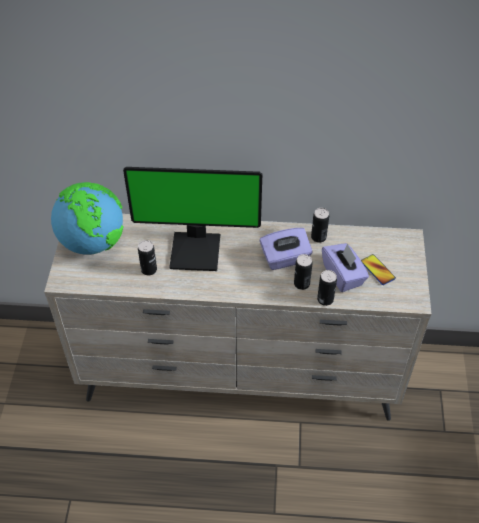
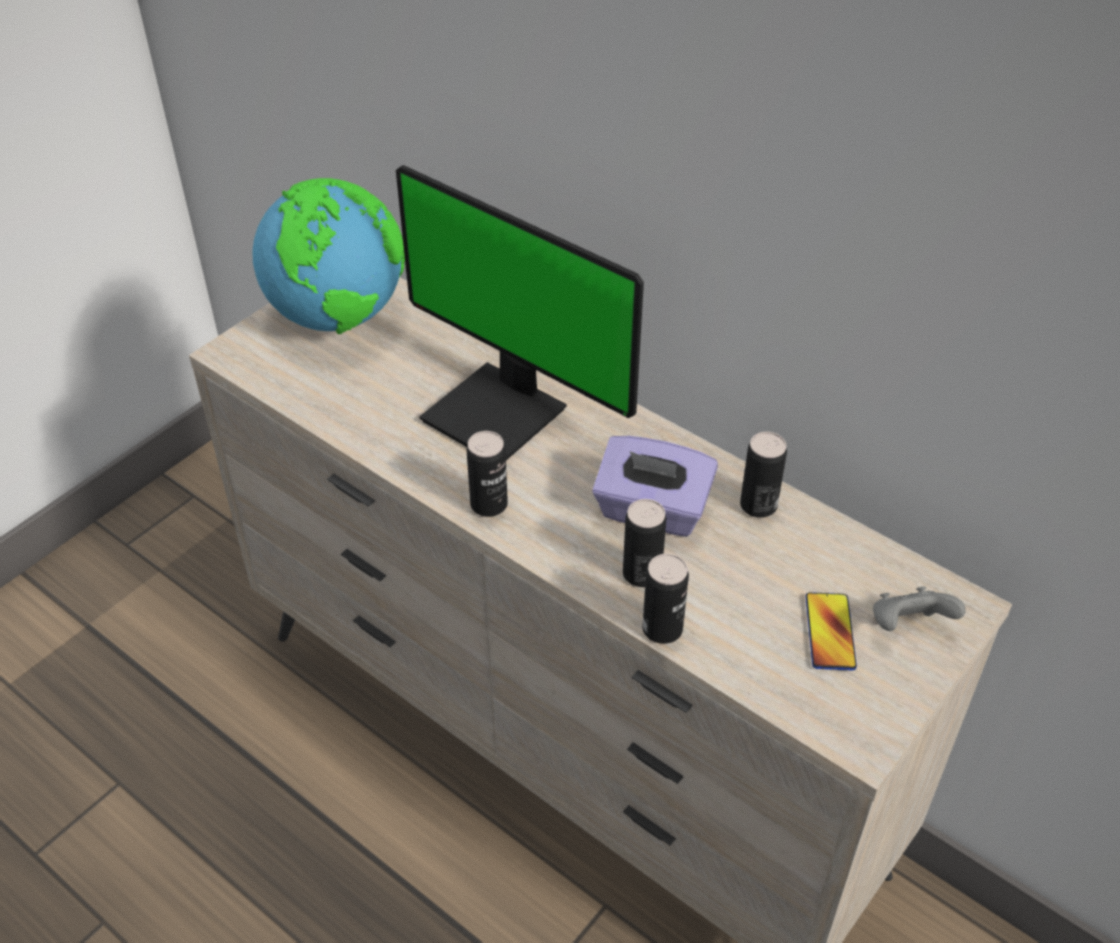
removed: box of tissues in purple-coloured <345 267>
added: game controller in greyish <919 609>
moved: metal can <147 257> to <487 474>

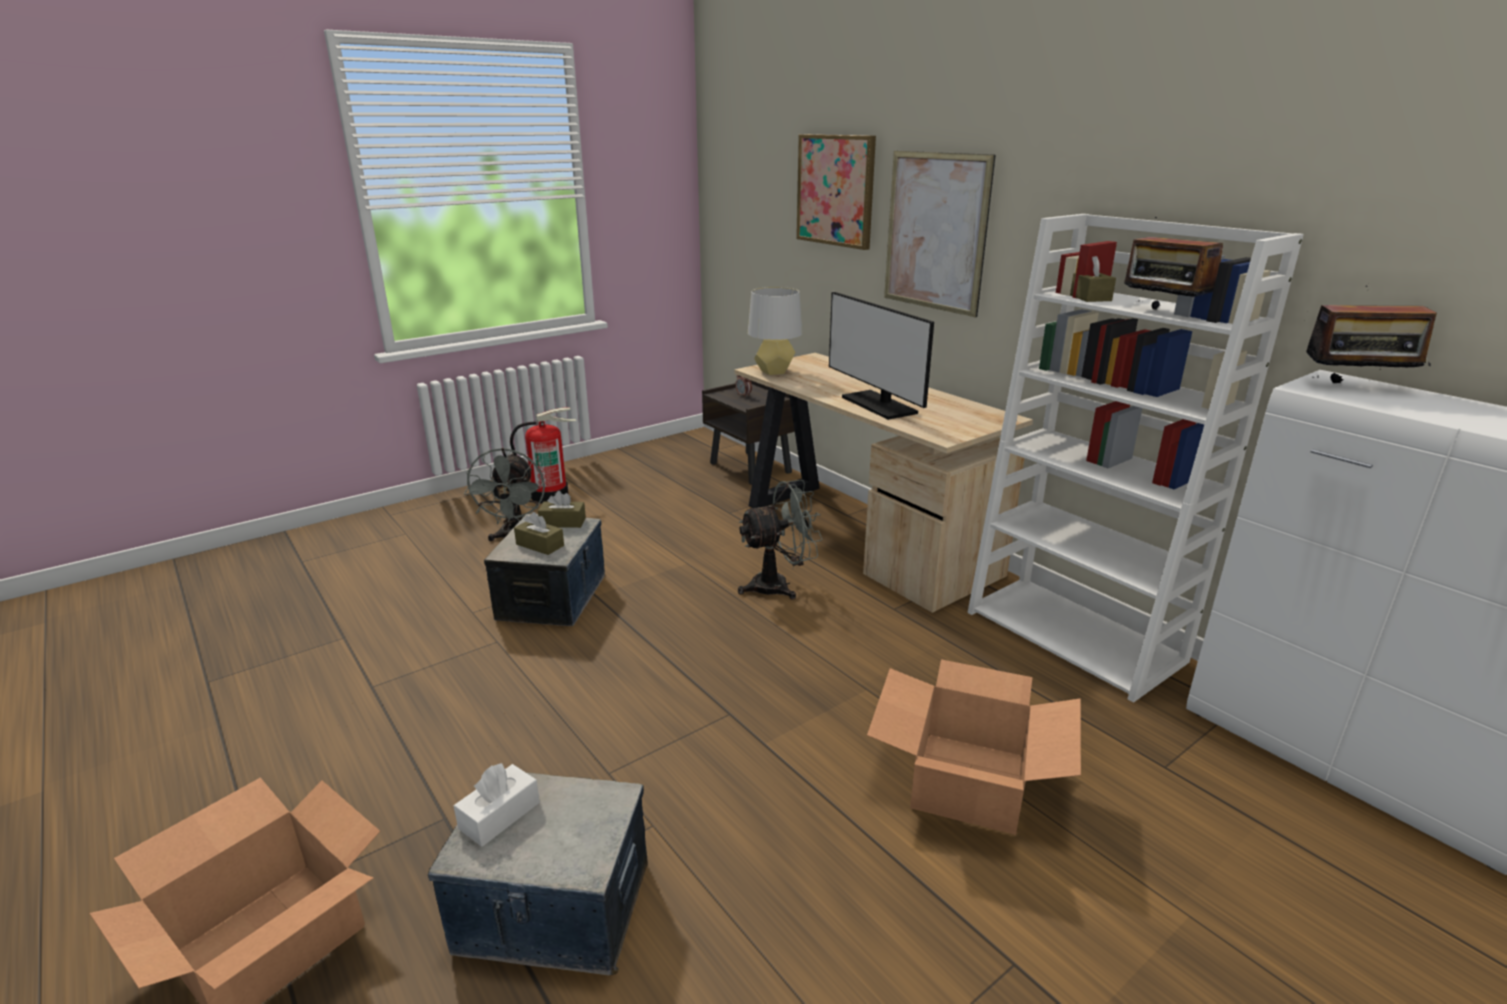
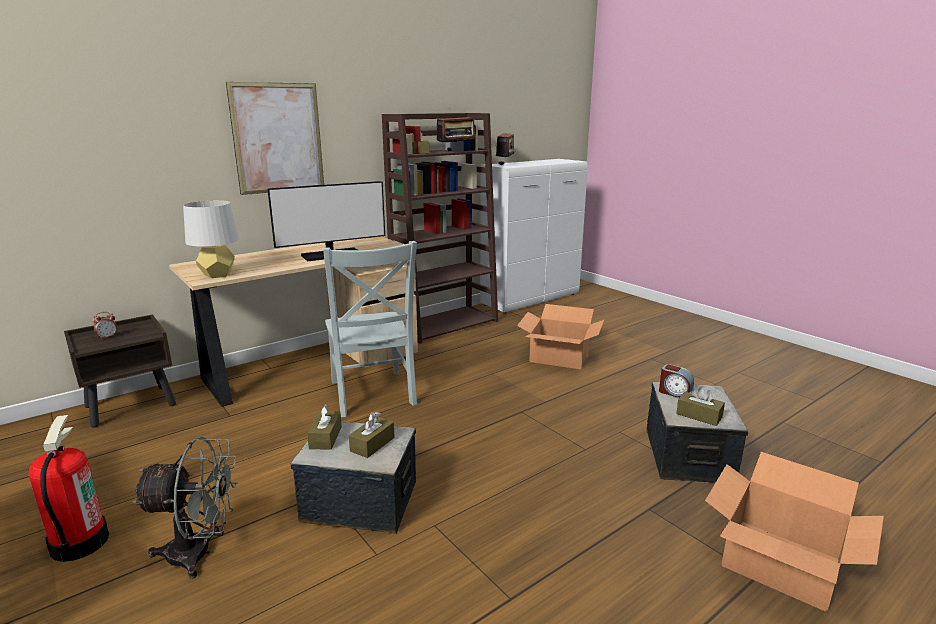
removed: wall picture <836 192>
added: alarm clock <676 381>
replaced: cooling fan in greyish <780 540> to plain chair in greyish <370 329>
recoloured: shelving unit in white-coloured <1135 458> to shelving unit in brown-coloured <440 228>; box of tissues in white-coloured <497 805> to box of tissues in brown-coloured <700 406>

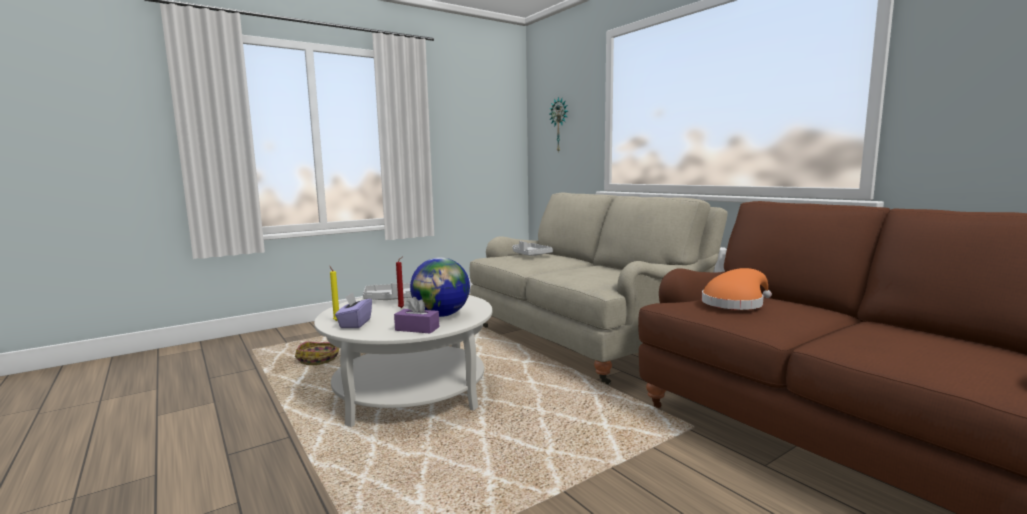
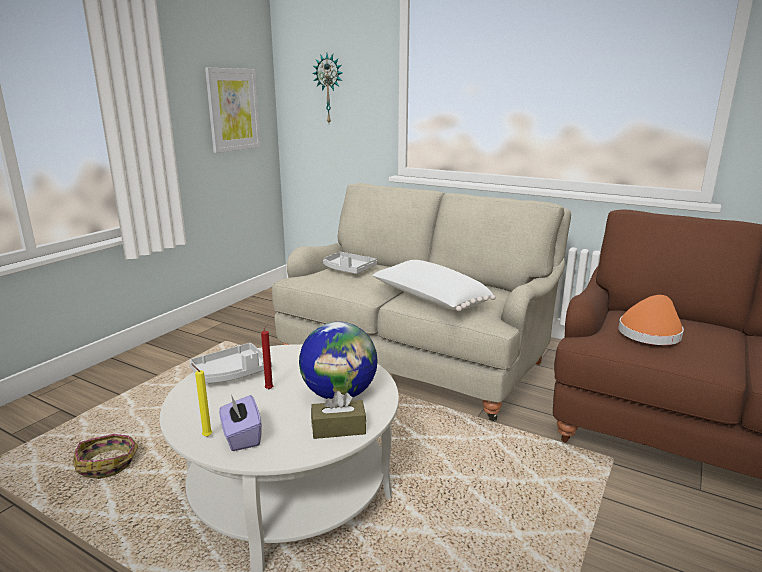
added: wall picture <233 110>; cushion in white-coloured <434 285>
recoloured: box of tissues in purple-coloured <416 315> to box of tissues in brown-coloured <338 415>

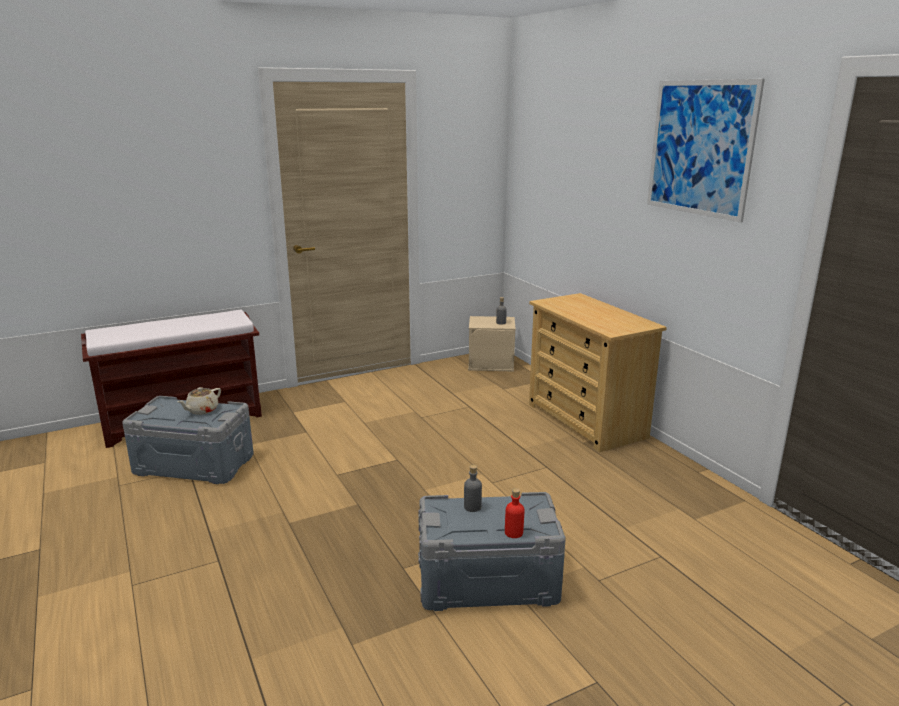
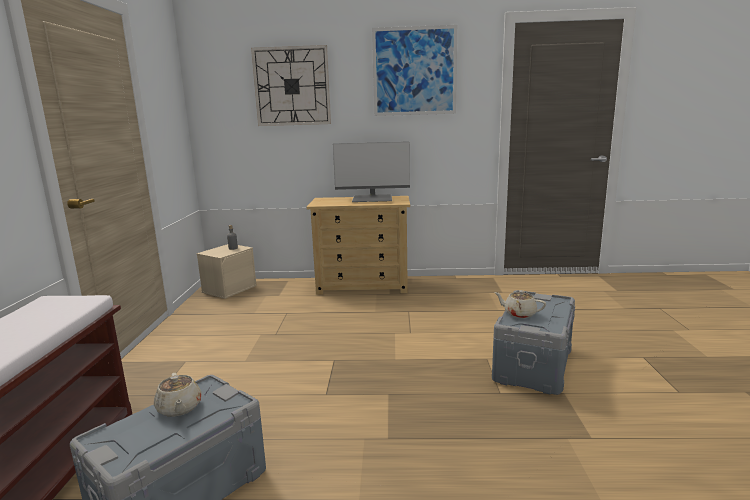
removed: drink bottle in red-coloured <514 513>
added: hanging clock <291 85>; computer screen <371 172>
replaced: drink bottle in greyish <473 488> to teapot in beige <520 304>

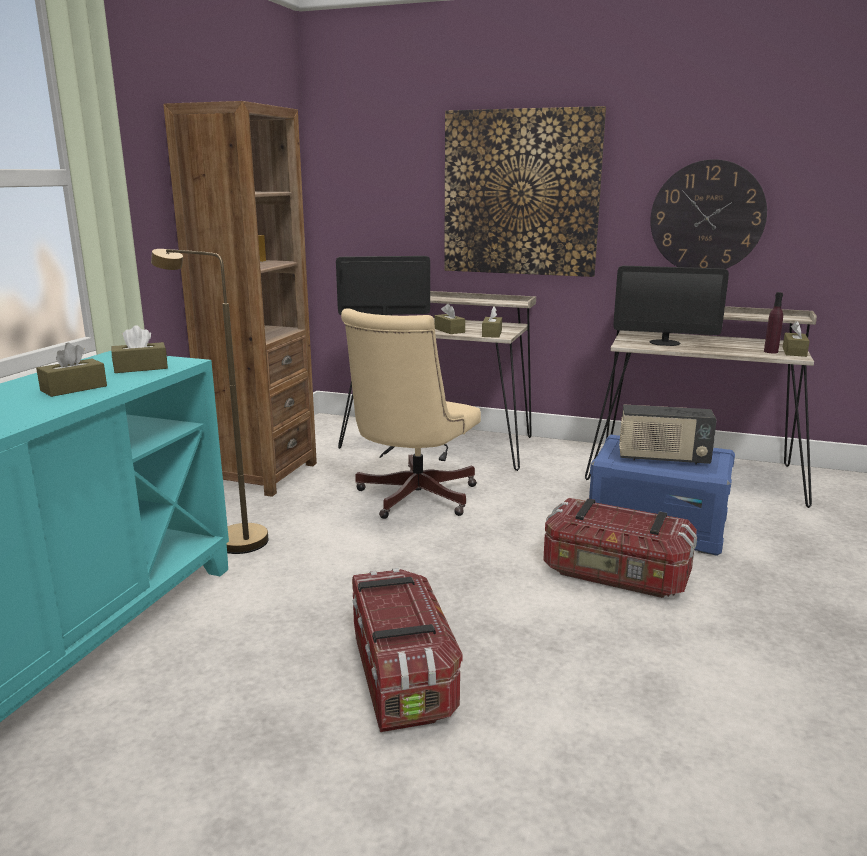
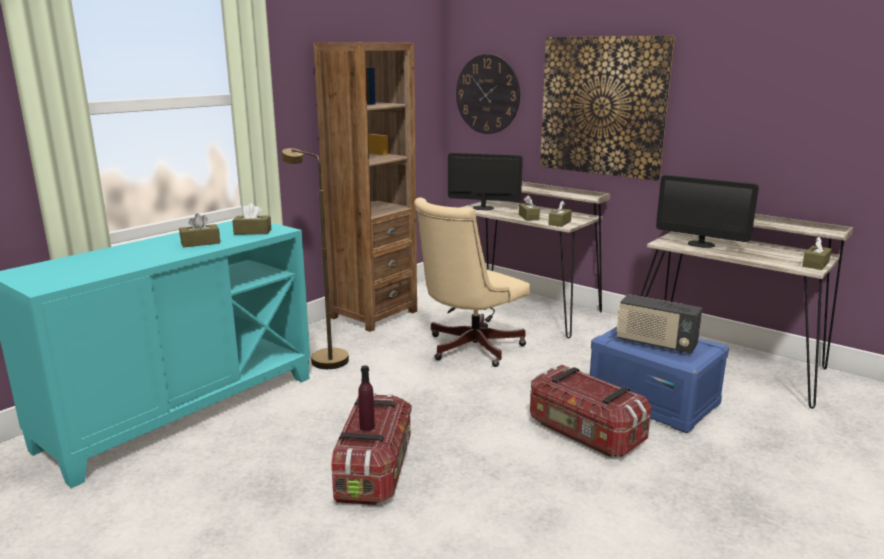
moved: drink bottle in purple-coloured <773 322> to <366 398>; hanging clock <708 214> to <488 94>

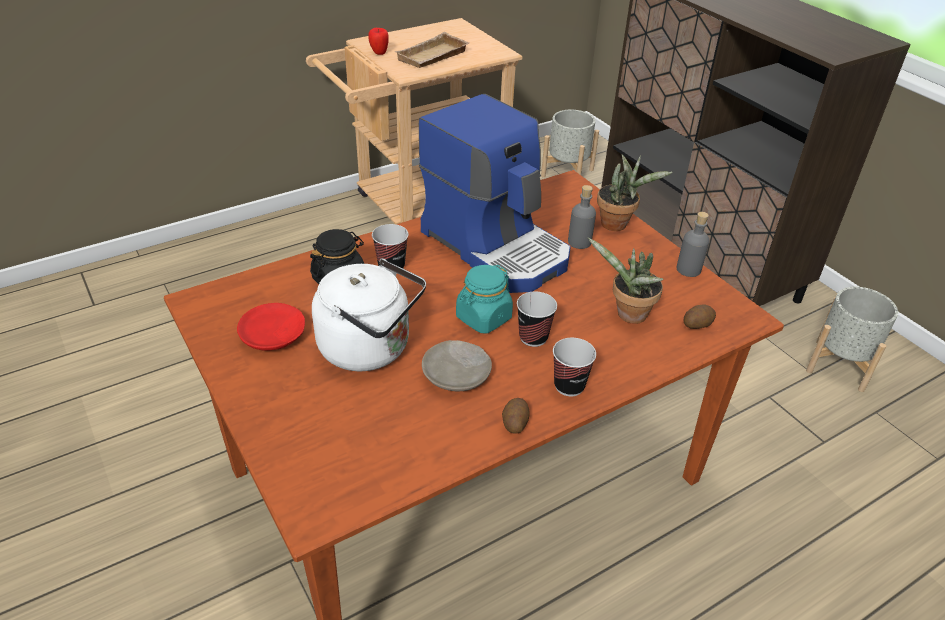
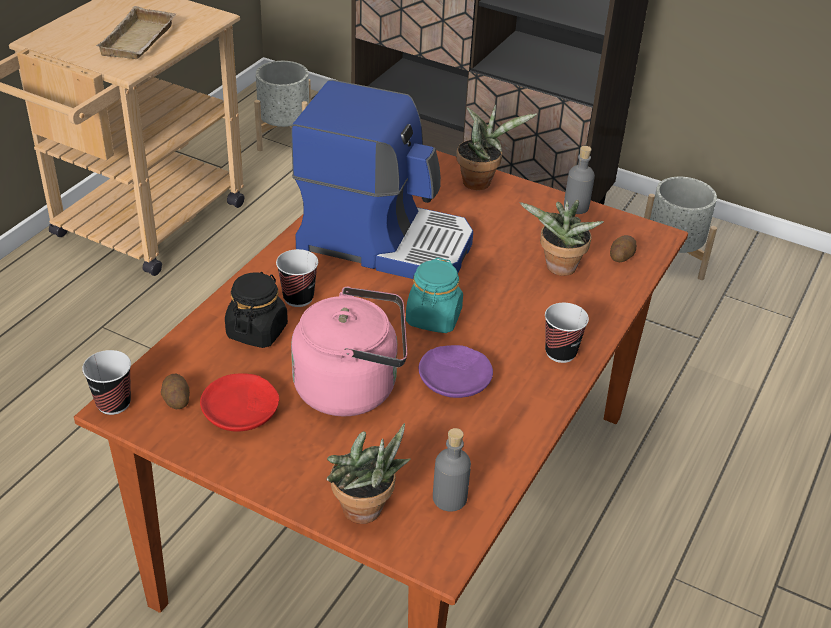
removed: apple <378 41>
added: plant in a pot <368 473>
moved: cup <537 319> to <106 382>; spud <515 416> to <175 391>; drink bottle in greyish <582 217> to <452 469>
recoloured: kettle in white-coloured <369 314> to kettle in pink <349 351>; dinner plate in beige <457 365> to dinner plate in purple-coloured <456 371>

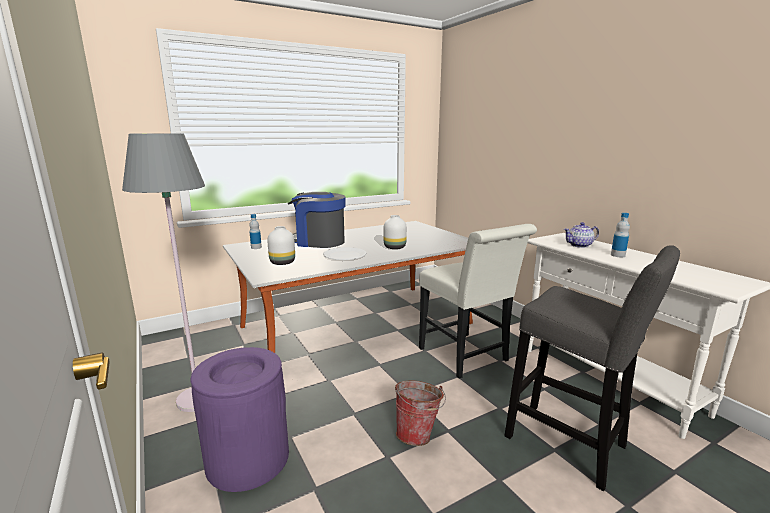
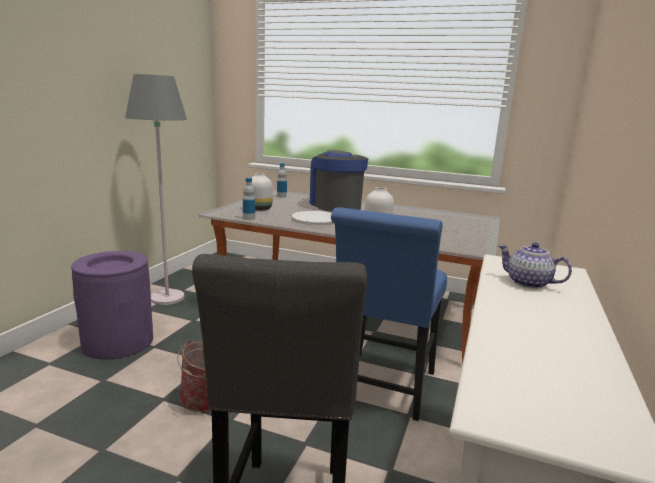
moved: drink bottle <620 235> to <249 199>
recoloured: plain chair in white-coloured <478 301> to plain chair in bluish <389 314>

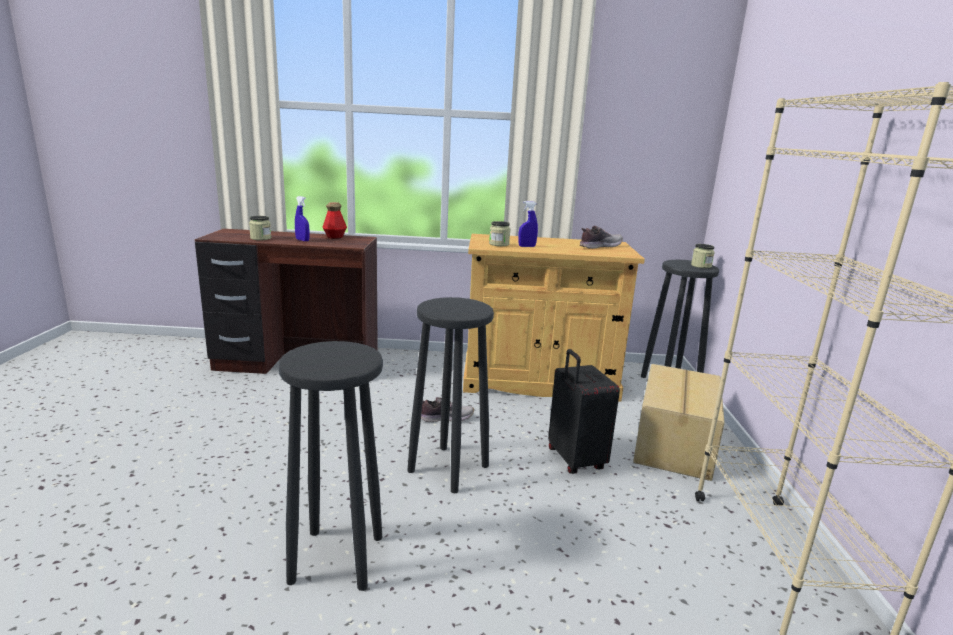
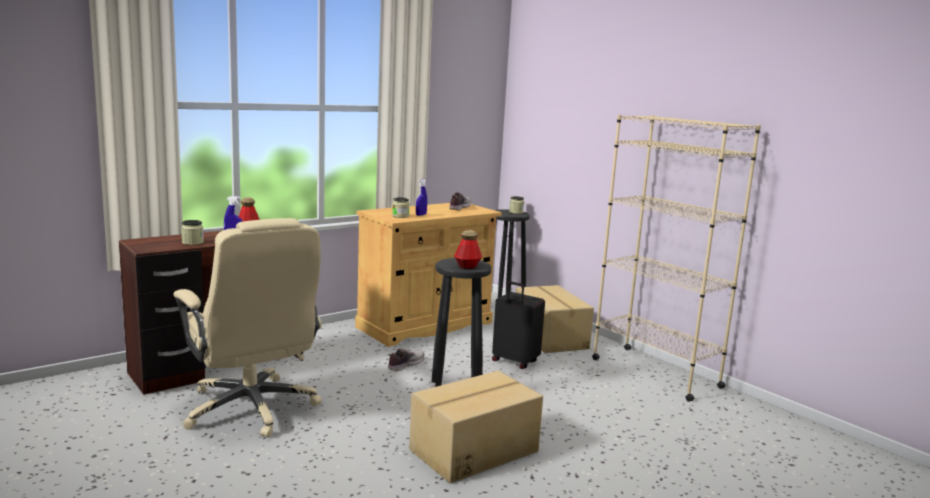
added: office chair in beige <248 328>; drink bottle <468 249>
replaced: sitting stool in black <331 466> to cardboard box <476 427>

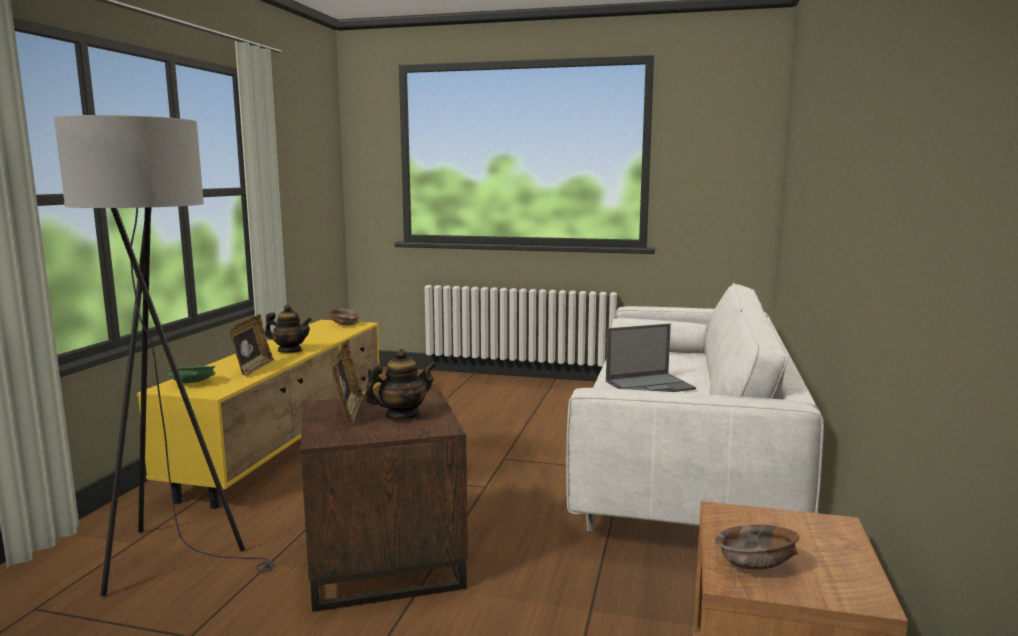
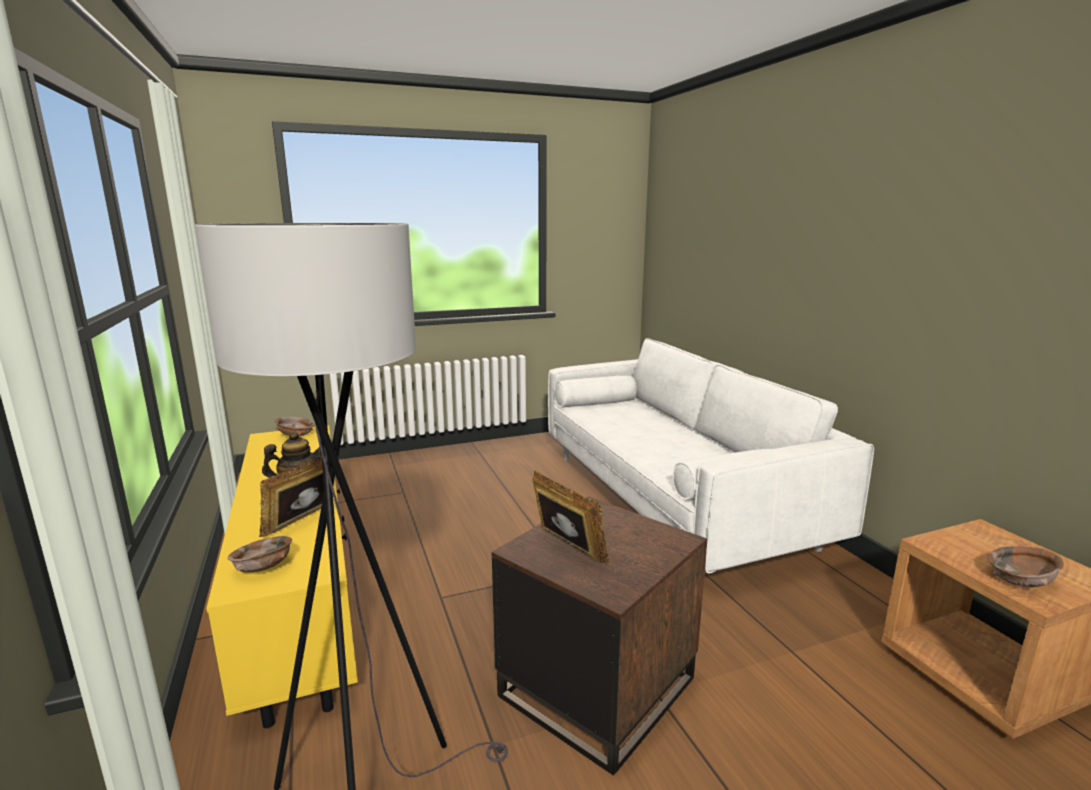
removed: teapot <400 384>; notebook computer <651 358>
recoloured: bowl in greenish <191 374> to bowl in brown-coloured <260 554>
turned: standing frame <252 345> = <291 498> 120 degrees counterclockwise

